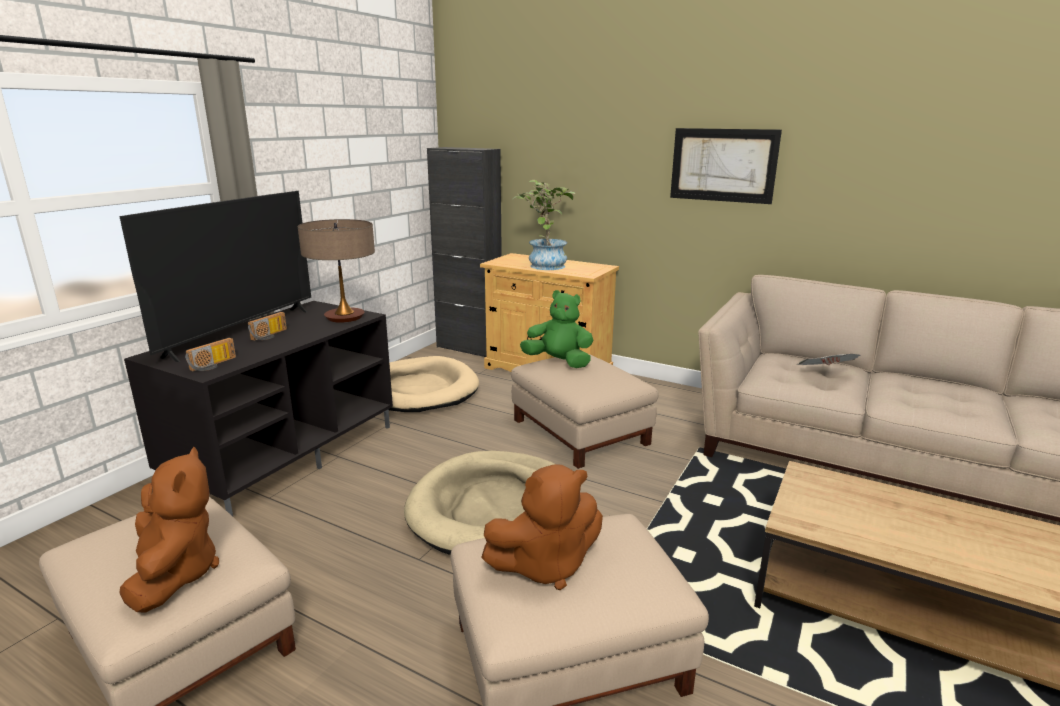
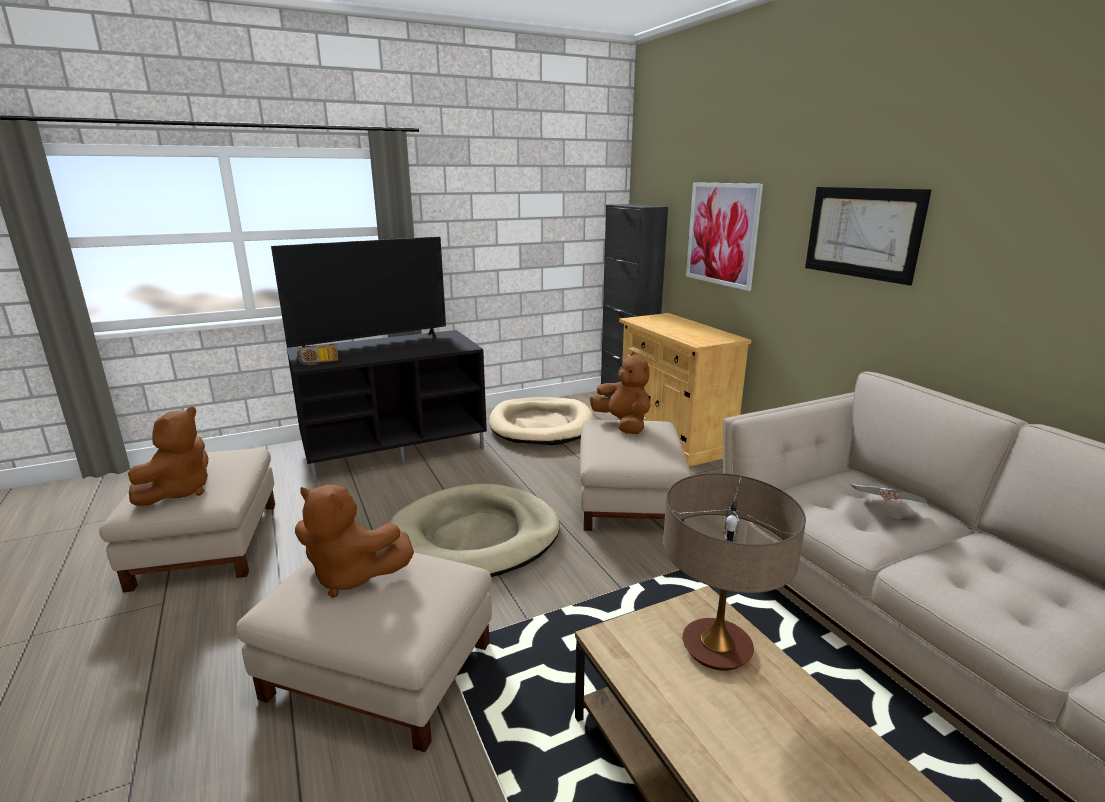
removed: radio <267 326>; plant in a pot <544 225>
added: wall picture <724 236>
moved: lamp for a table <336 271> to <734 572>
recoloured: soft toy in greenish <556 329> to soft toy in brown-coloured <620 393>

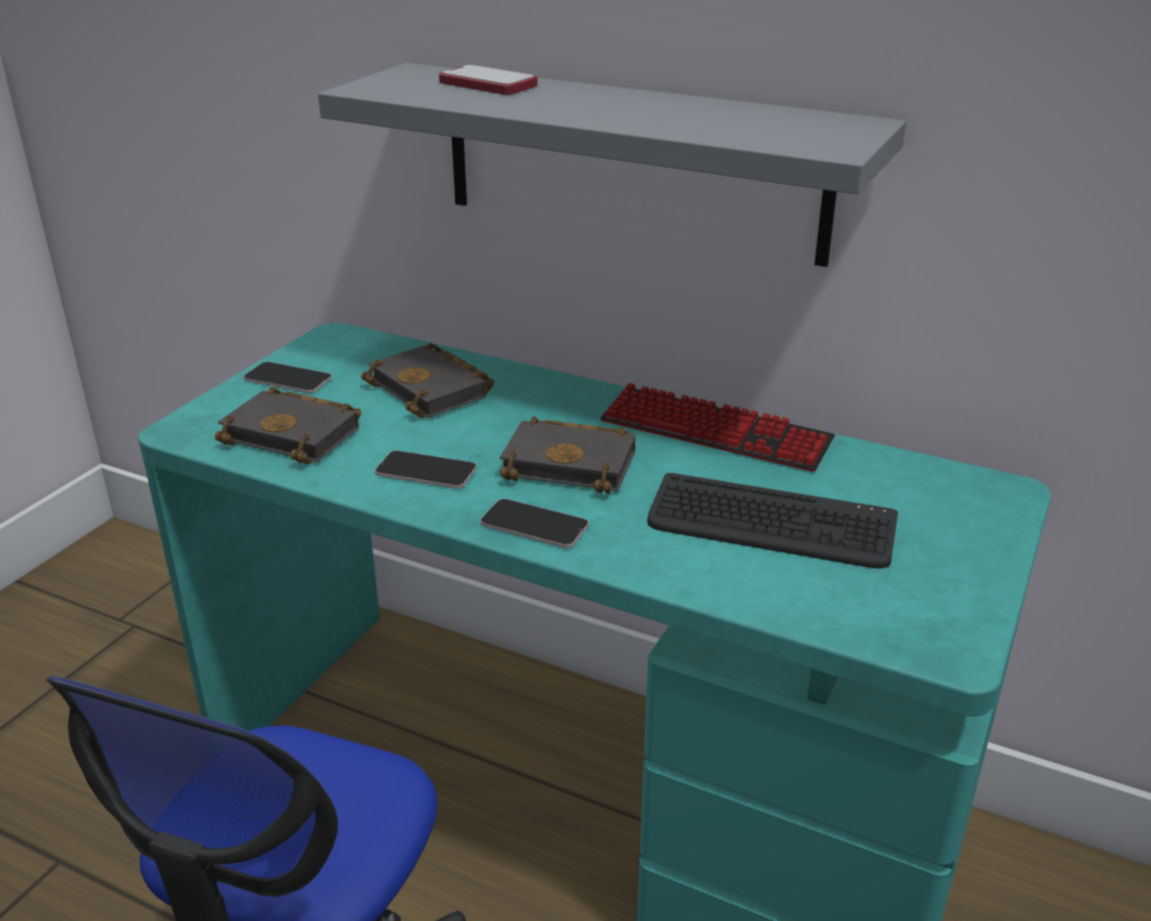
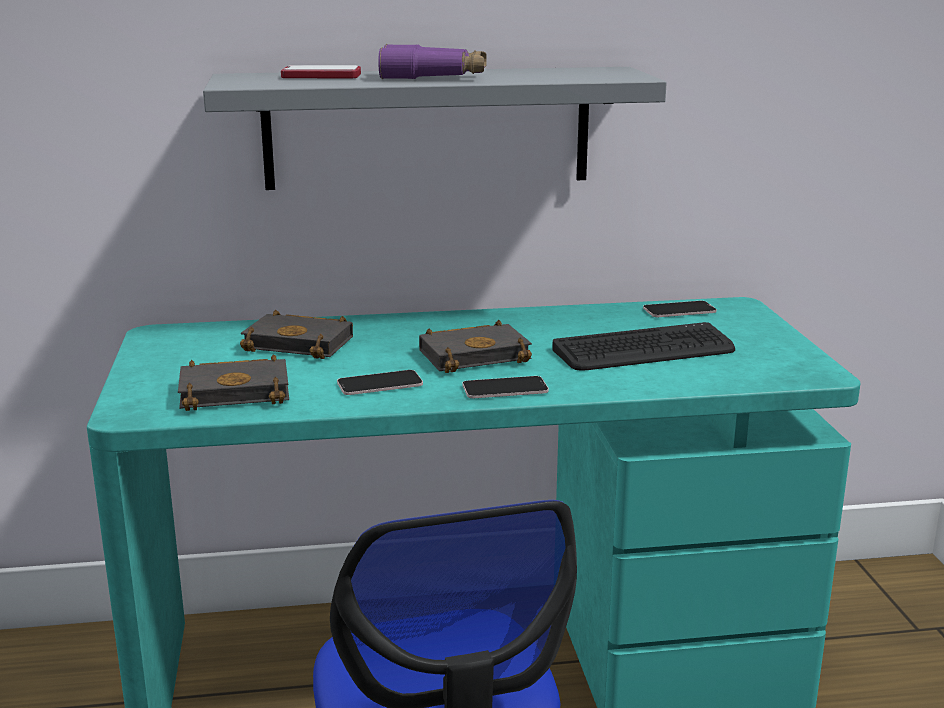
removed: keyboard <717 427>
added: field glasses in purple-coloured <432 61>
moved: telephone <288 377> to <680 309>

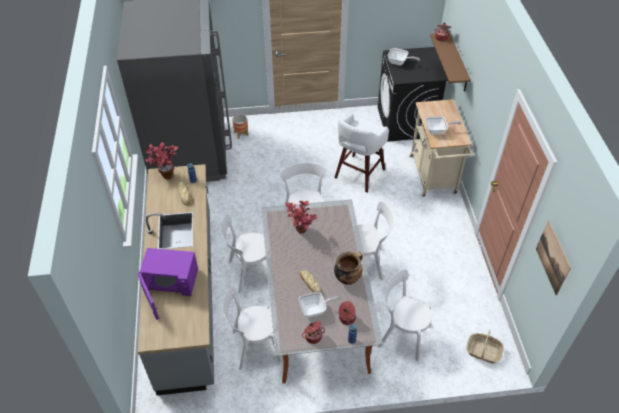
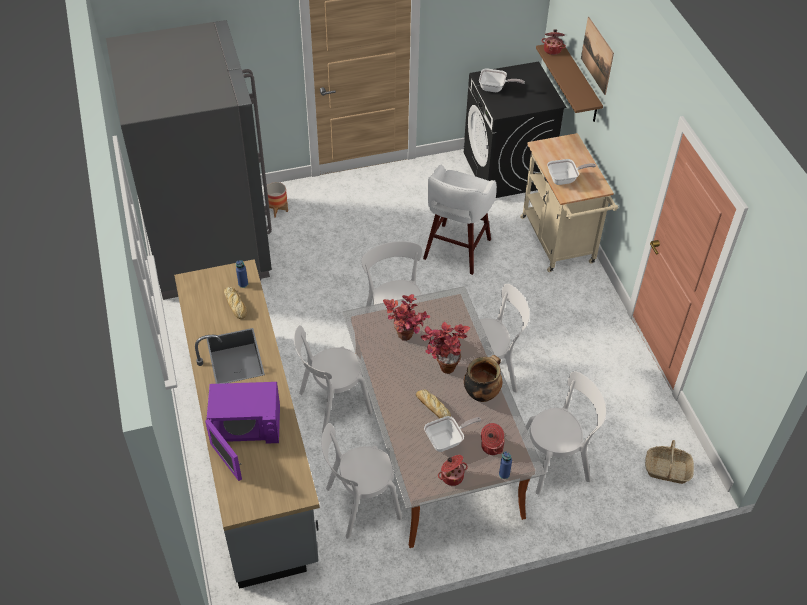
moved: plant in a pot <161 161> to <445 348>; wall picture <553 258> to <597 56>
turned: plain chair in white-coloured <405 315> = <566 433> 150 degrees clockwise

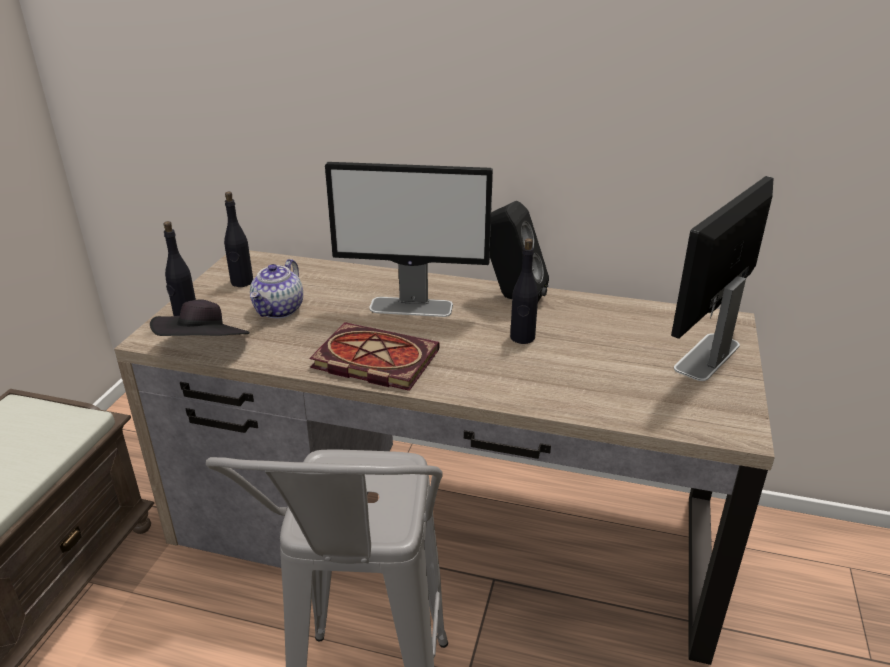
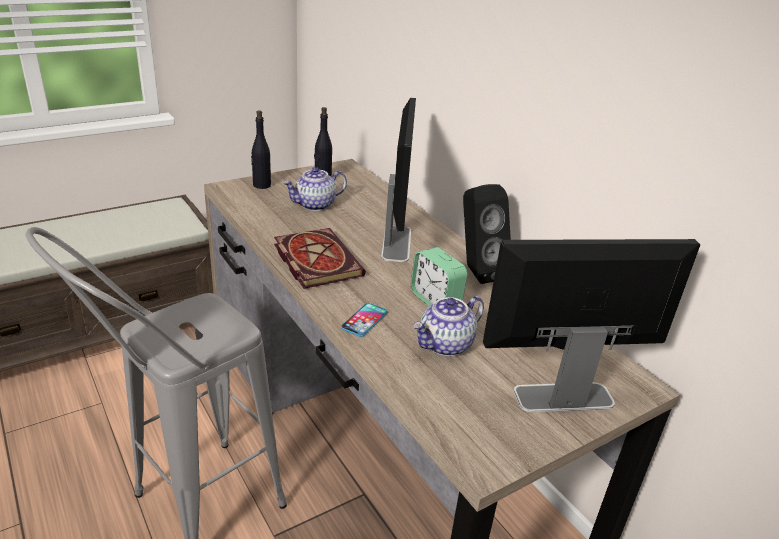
removed: clothing hat in black <200 317>
added: telephone <364 320>; teapot <448 326>
replaced: drink bottle in black <524 291> to alarm clock <439 276>
turned: computer screen <409 239> = <398 180> 135 degrees counterclockwise

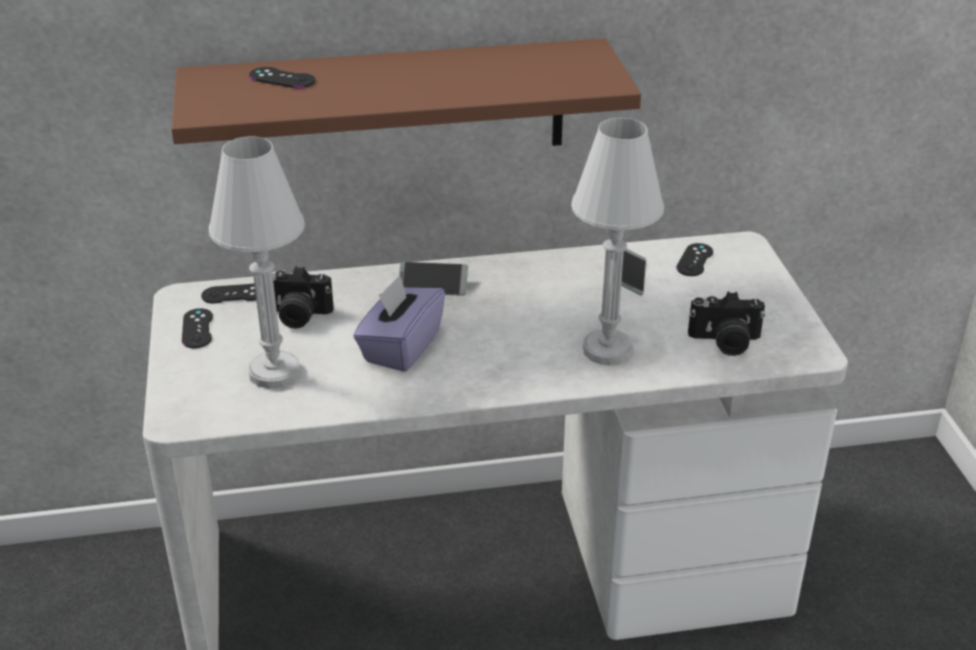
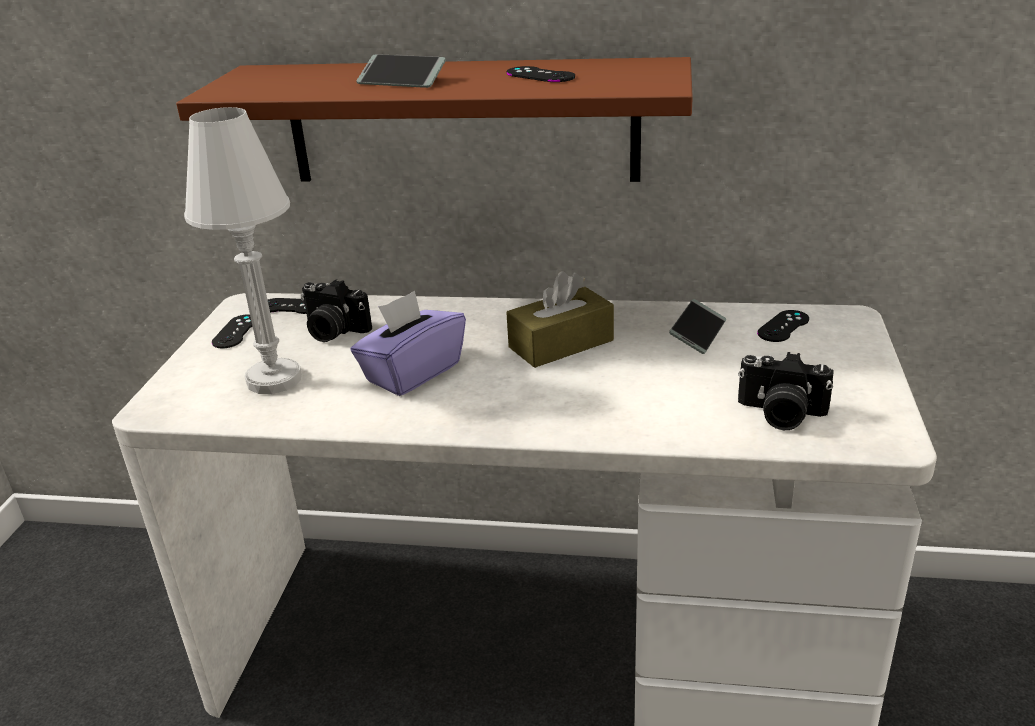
removed: lamp for a table in white-coloured <617 242>
added: box of tissues in brown-coloured <560 319>
moved: telephone <433 279> to <401 71>; game controller in black <282 77> to <540 74>

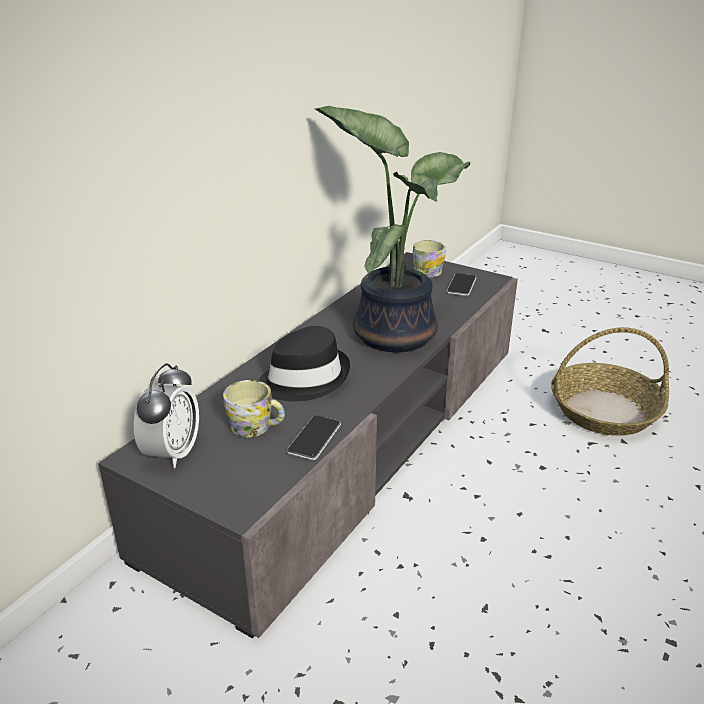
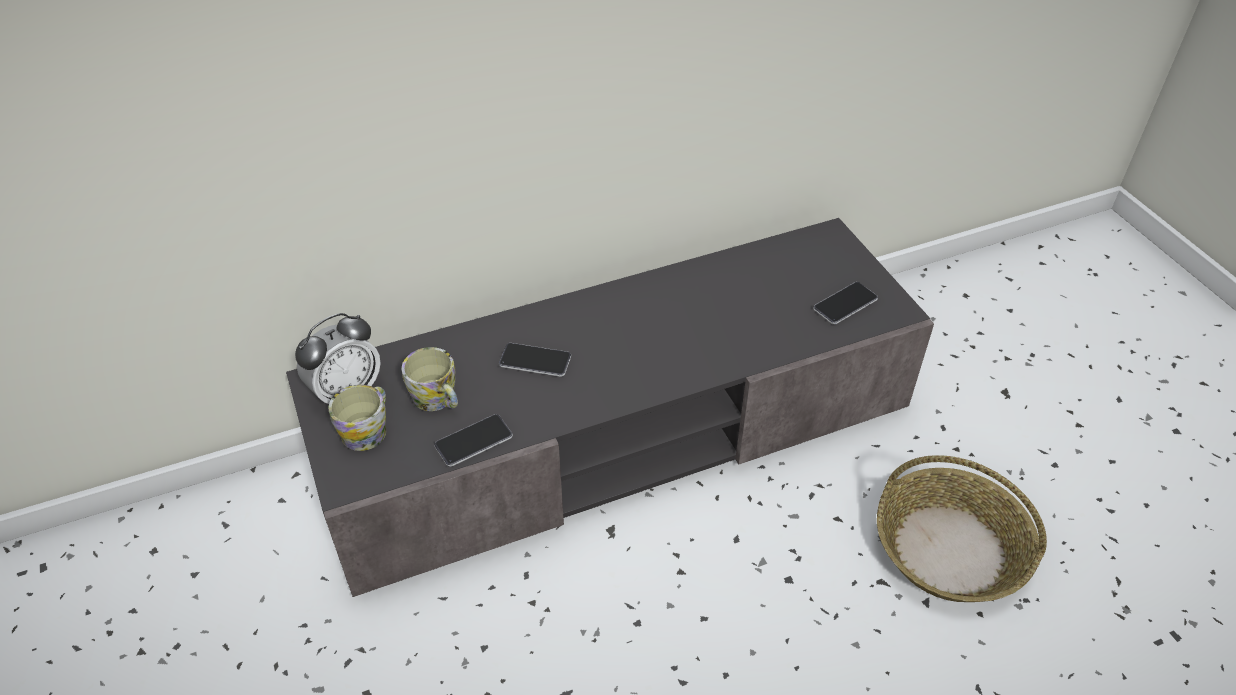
removed: plant in a pot <392 229>
moved: tea mug <429 258> to <357 417>
replaced: clothing hat in black <304 363> to telephone <535 360>

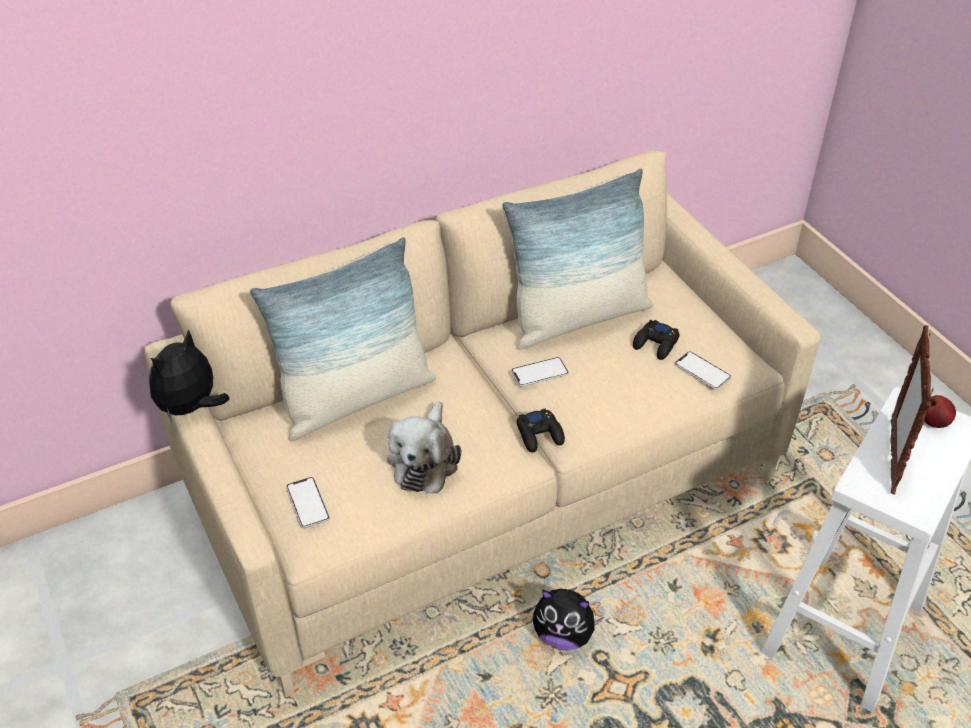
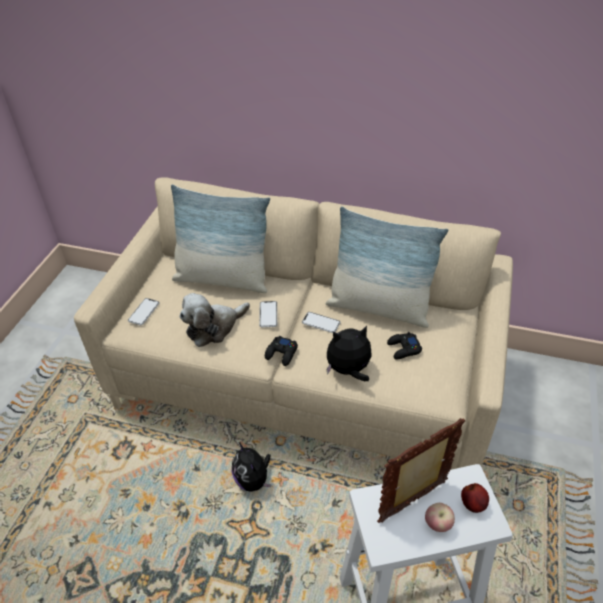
added: apple <440 517>
moved: telephone <703 370> to <268 314>; soft toy <189 375> to <349 353>

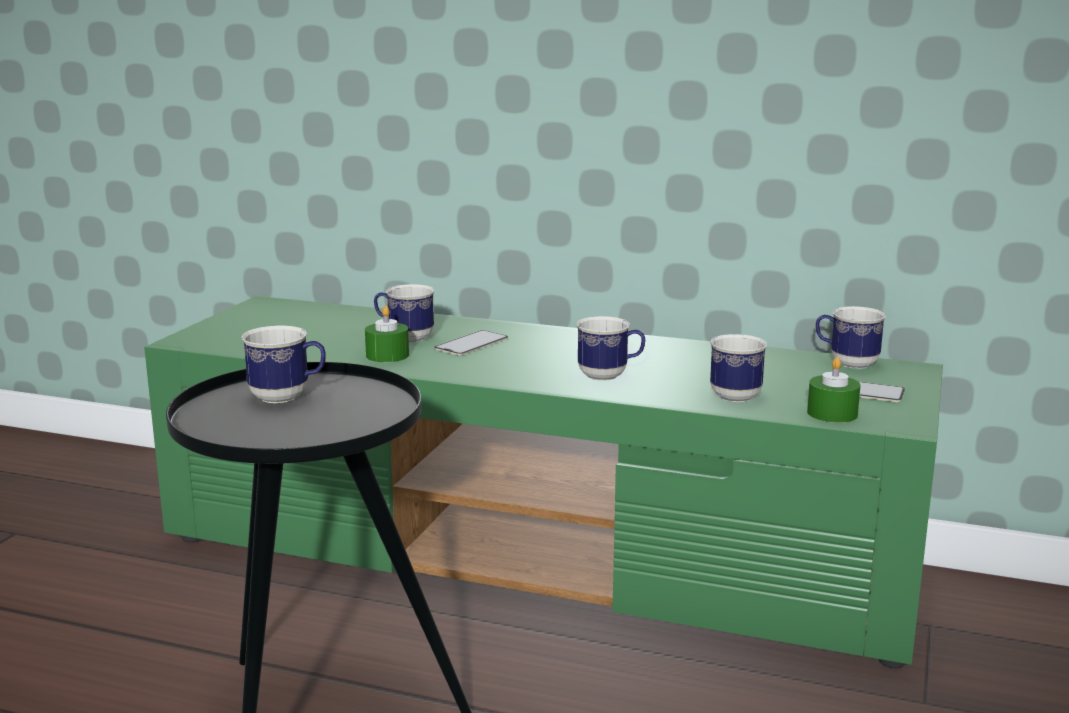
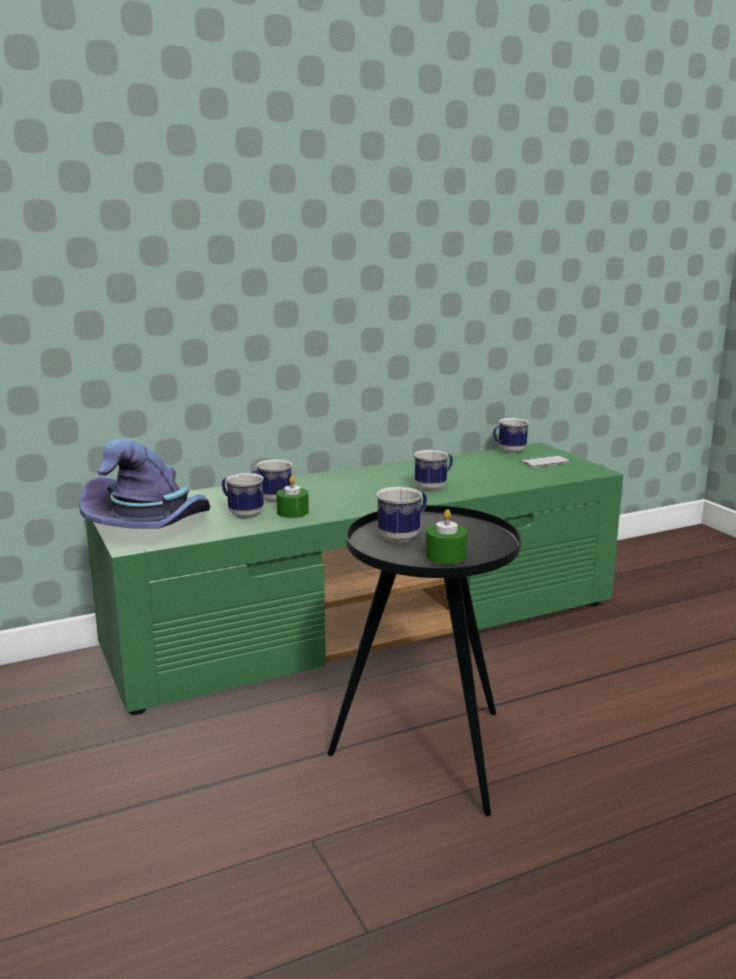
removed: telephone <471 343>
added: clothing hat in purple-coloured <144 484>
moved: tea mug <738 368> to <243 496>; wax light in greenish <834 390> to <447 536>

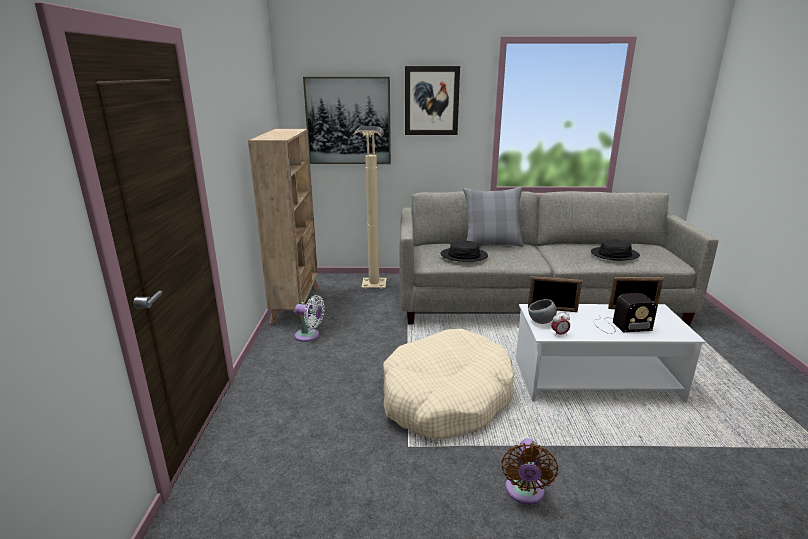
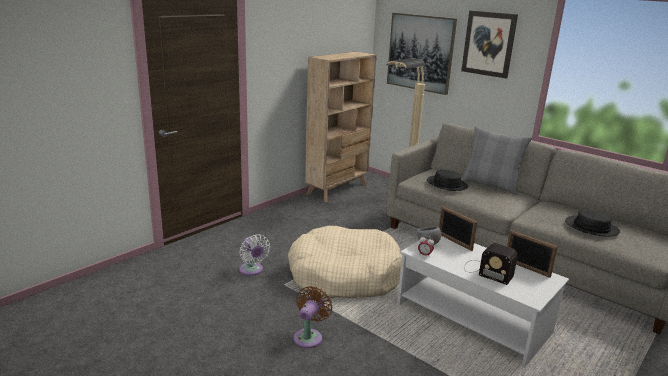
moved: cooling fan in white-coloured <310 318> to <254 255>
turned: cooling fan in brown-coloured <529 471> = <313 317> 150 degrees clockwise

